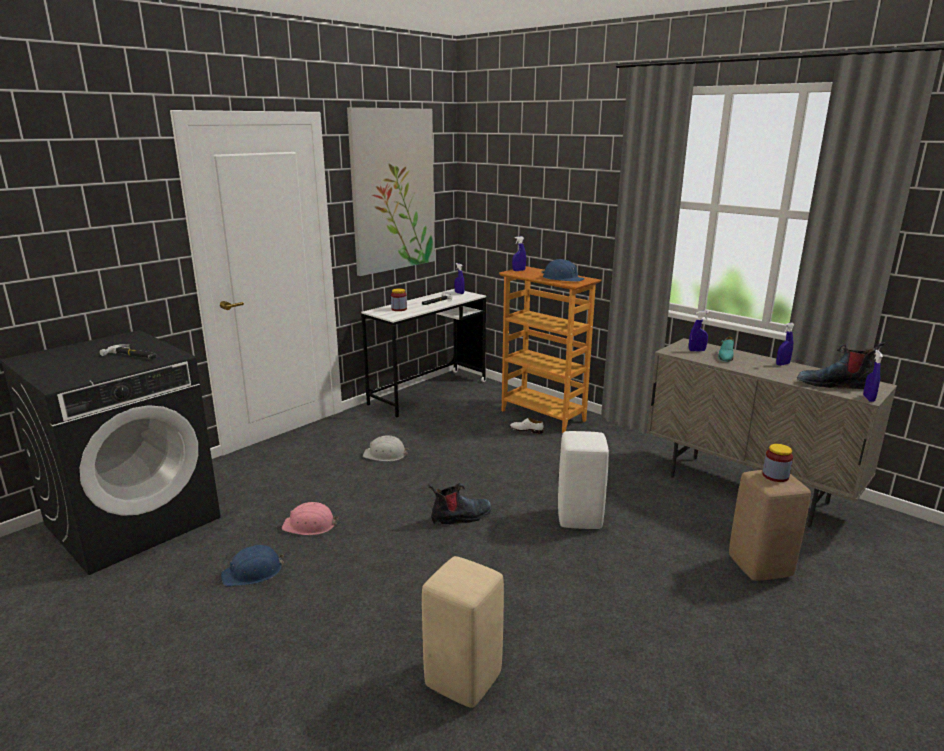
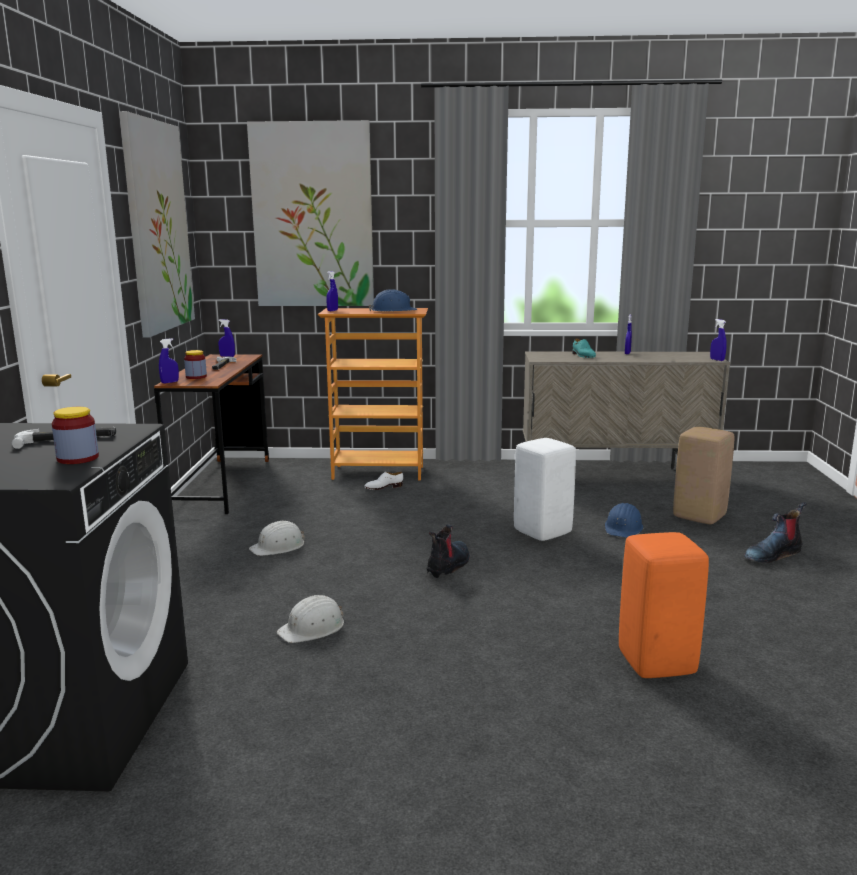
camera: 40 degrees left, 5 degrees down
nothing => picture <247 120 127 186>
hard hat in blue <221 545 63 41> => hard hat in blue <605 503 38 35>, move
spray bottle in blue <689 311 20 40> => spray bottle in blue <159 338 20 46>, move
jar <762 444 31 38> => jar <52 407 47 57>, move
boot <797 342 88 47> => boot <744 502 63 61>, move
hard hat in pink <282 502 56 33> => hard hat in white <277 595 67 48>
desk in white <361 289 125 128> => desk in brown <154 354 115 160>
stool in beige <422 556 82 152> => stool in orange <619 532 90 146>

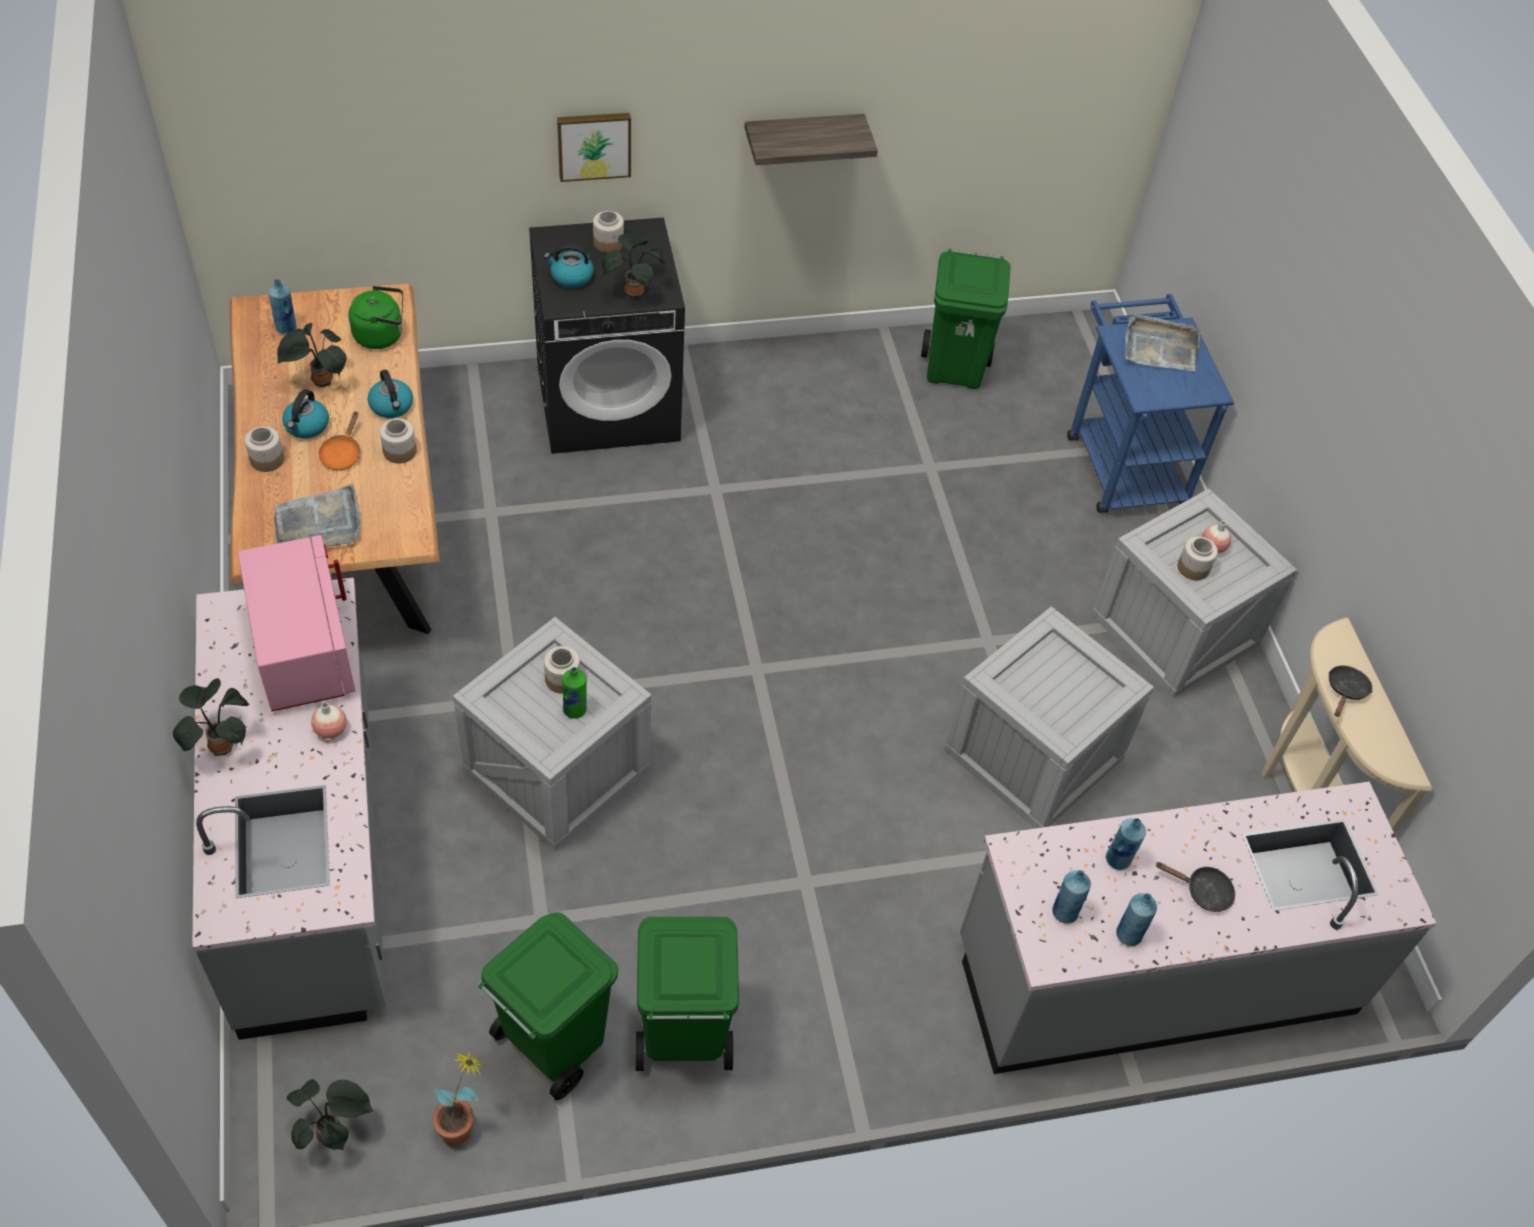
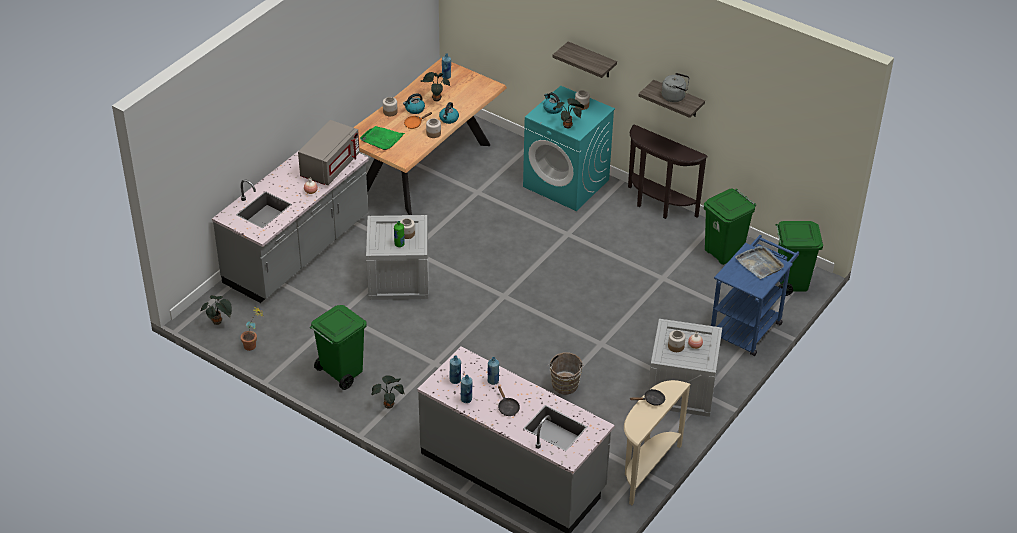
camera: 50 degrees right, 10 degrees down
kettle in green <349 286 54 63> => nothing
nothing => console table in brown <628 124 80 95>
nothing => kettle in grey <661 73 28 29>
potted plant <173 678 76 78> => potted plant <371 375 33 33>, move
trash can in green <478 912 140 188> => trash can in green <776 221 47 75>, move
picture <557 113 74 69> => shelf <553 41 64 37>
crate <944 606 210 222> => bucket in brown <547 352 37 42>
microwave in pink <238 535 118 177> => microwave in grey <298 120 62 65>
tray in grey <274 484 86 63> => tray in green <360 126 45 24>
washing machine in black <529 217 156 237> => washing machine in turquoise <523 86 92 125>

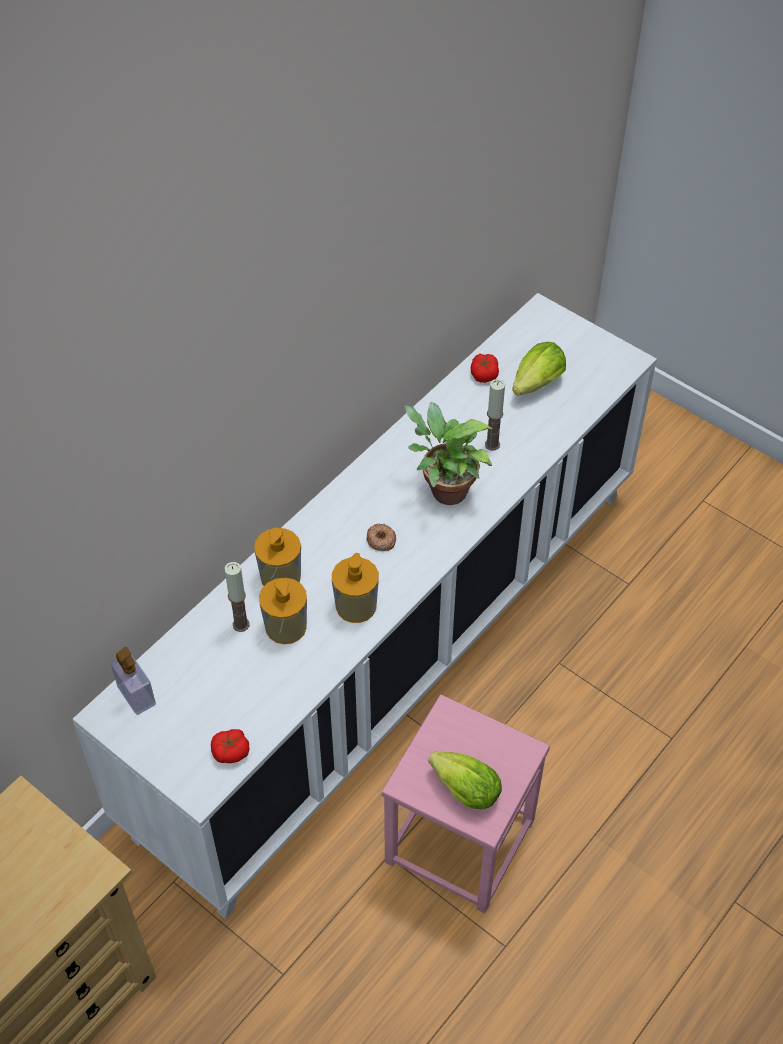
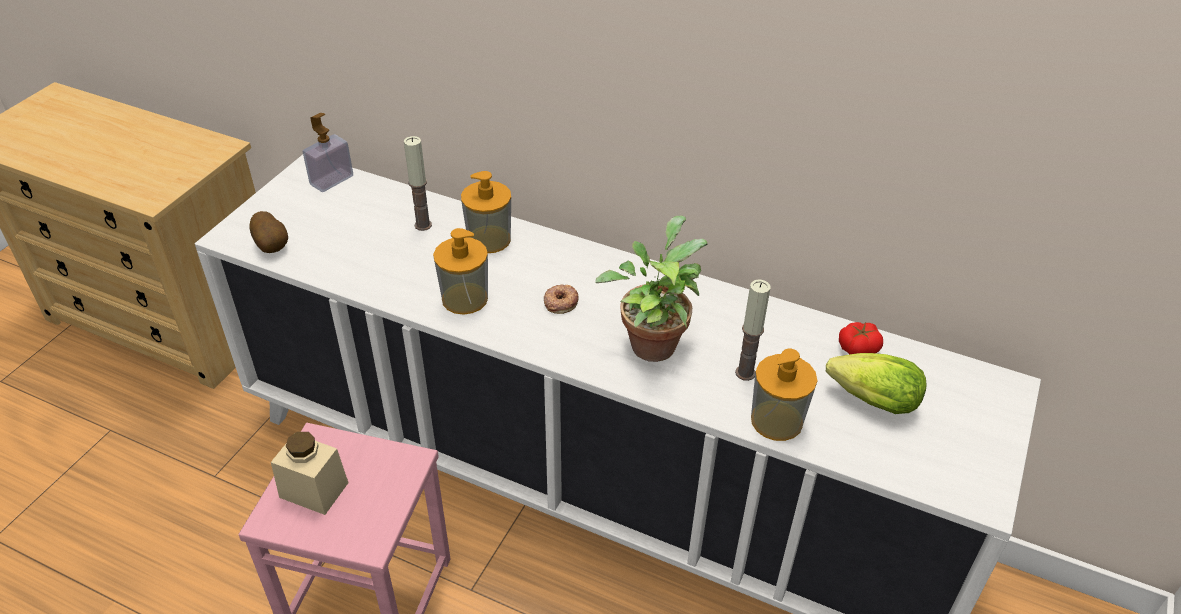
camera: 75 degrees right, 10 degrees down
soap dispenser <259 578 48 66> => soap dispenser <751 349 66 92>, move
tomato <211 729 38 34> => potato <249 211 39 42>
lettuce <428 752 74 57> => jar in beige <271 432 78 83>

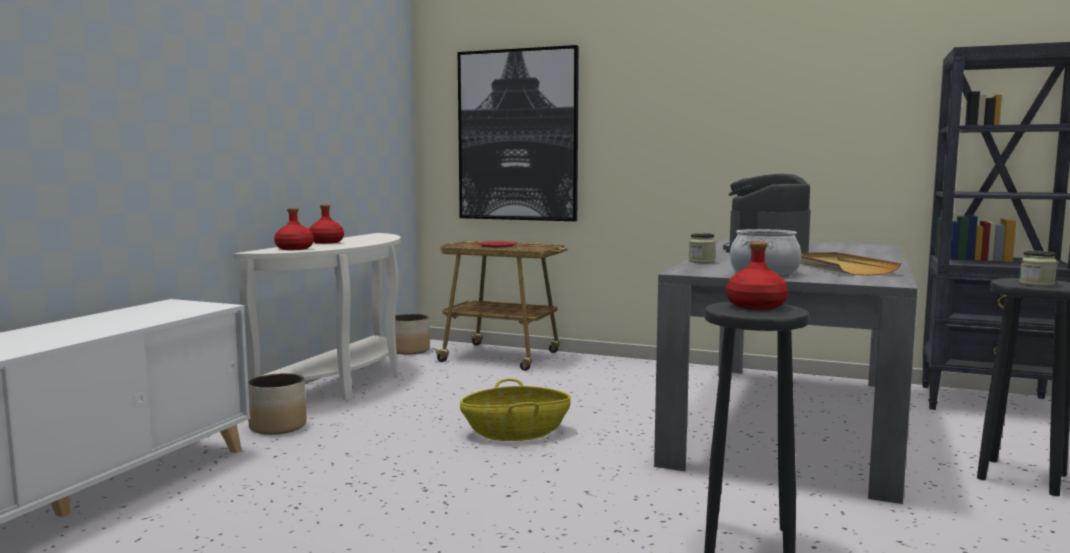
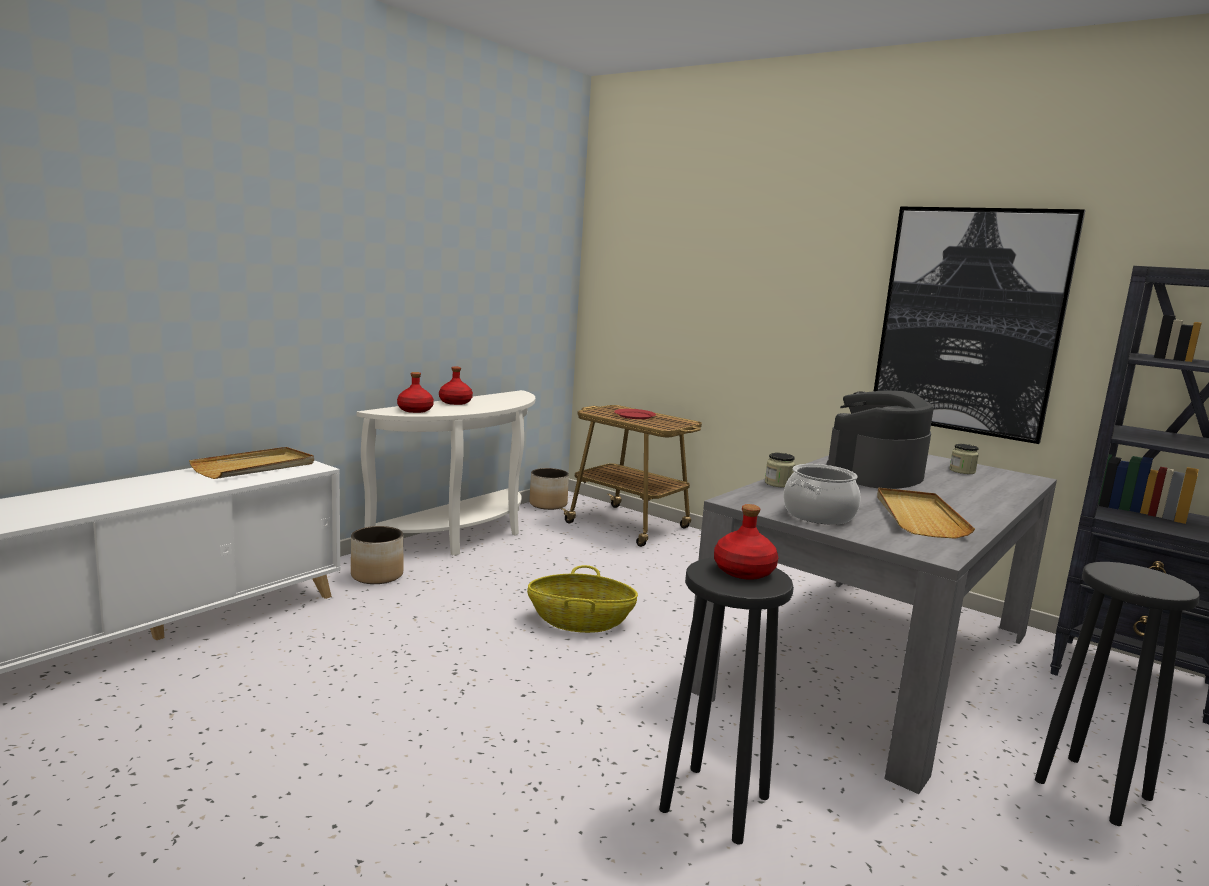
camera: 15 degrees right, 5 degrees up
nothing => tray in beige <189 447 125 32>
picture <458 45 121 176> => picture <874 207 212 237>, move
jar <1019 251 38 35> => jar <949 444 30 30>, move

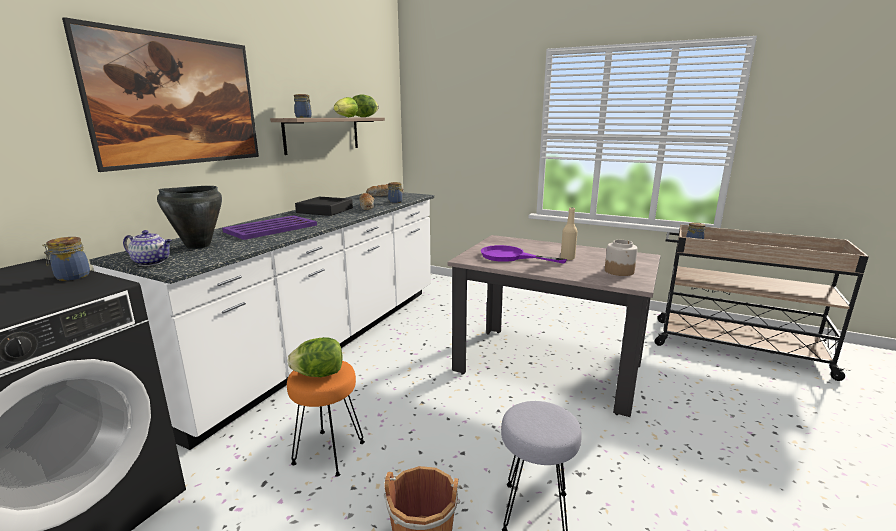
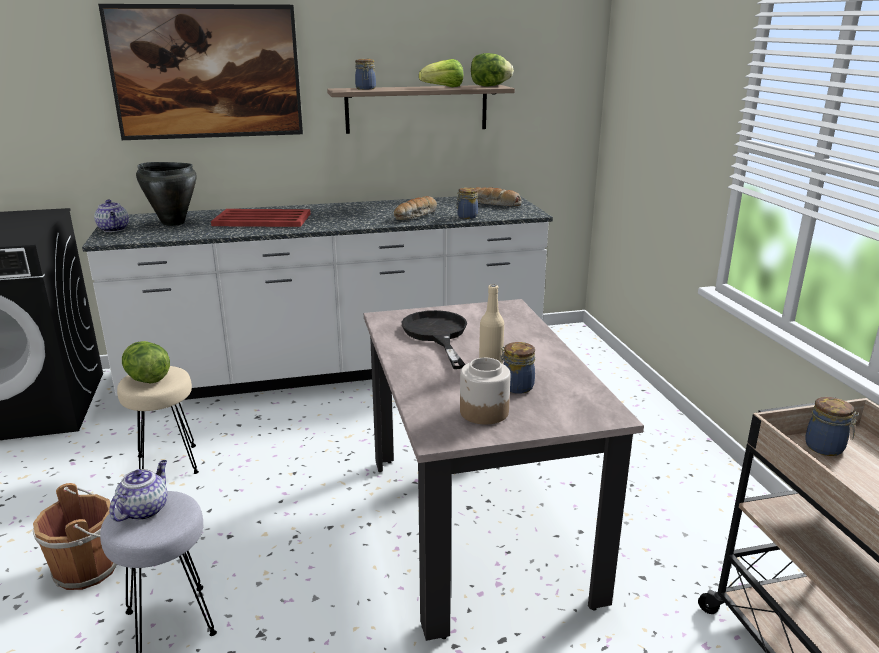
camera: 50 degrees right, 5 degrees up
tray in black <295 197 58 19> => nothing
nothing => teapot <109 460 58 62>
jar <42 237 48 44> => jar <500 342 35 52>, move
tray in purple <222 215 95 25> => tray in red <211 209 100 18>
stool in orange <287 361 78 116> => stool in beige <117 366 82 108>
frying pan in purple <481 245 86 19> => frying pan in black <402 310 65 59>

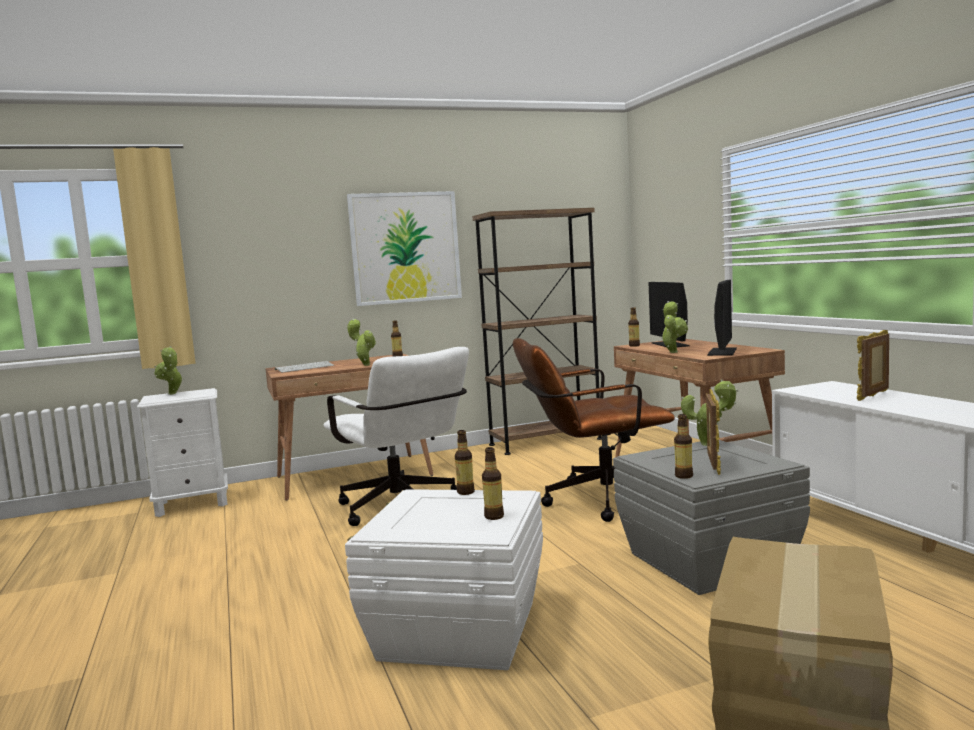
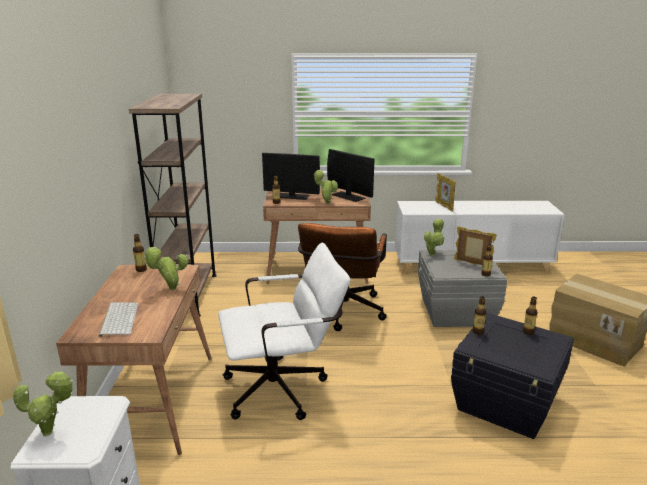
camera: 70 degrees left, 15 degrees up
picture <347 191 115 115> => nothing
storage box in white <345 489 198 181> => storage box in black <451 313 123 126>

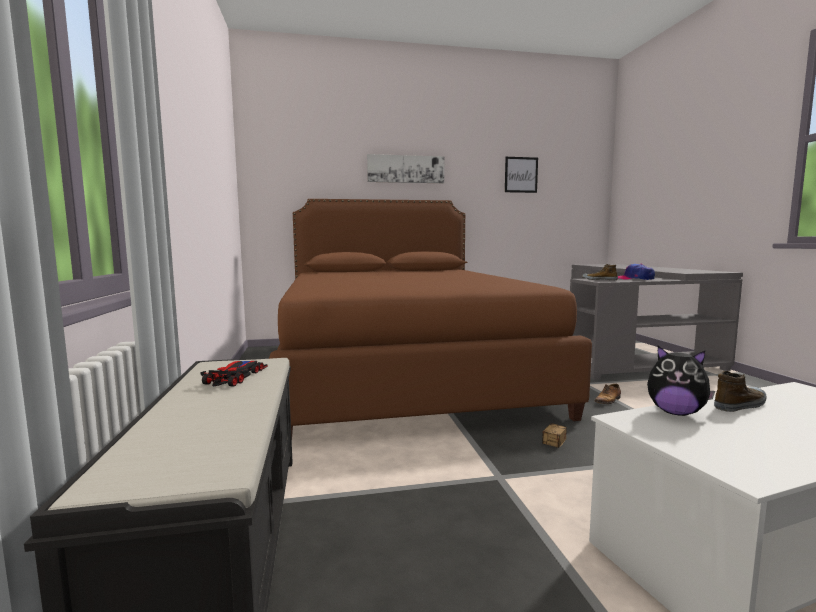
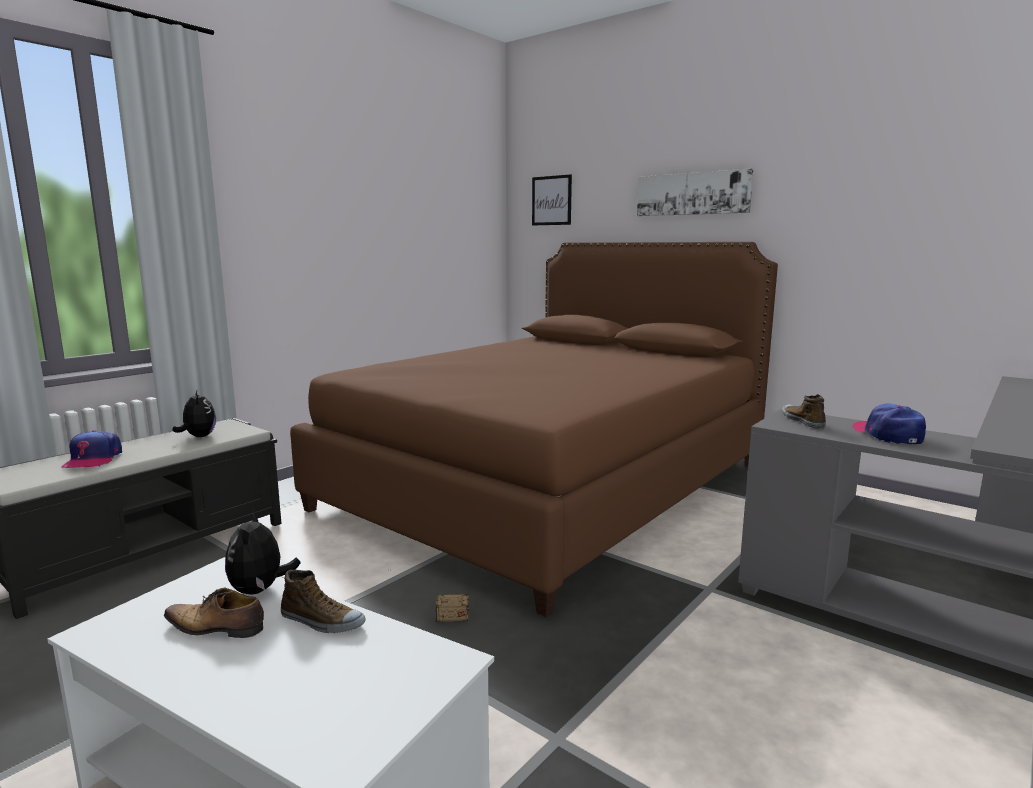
camera: 50 degrees right, 5 degrees up
nothing => cap <62 430 60 38>
picture <505 157 33 36> => picture <532 174 40 51>, move
shoe <594 384 27 20> => shoe <164 588 100 50>, move
toy car <200 361 68 26> => plush toy <173 390 43 47>

